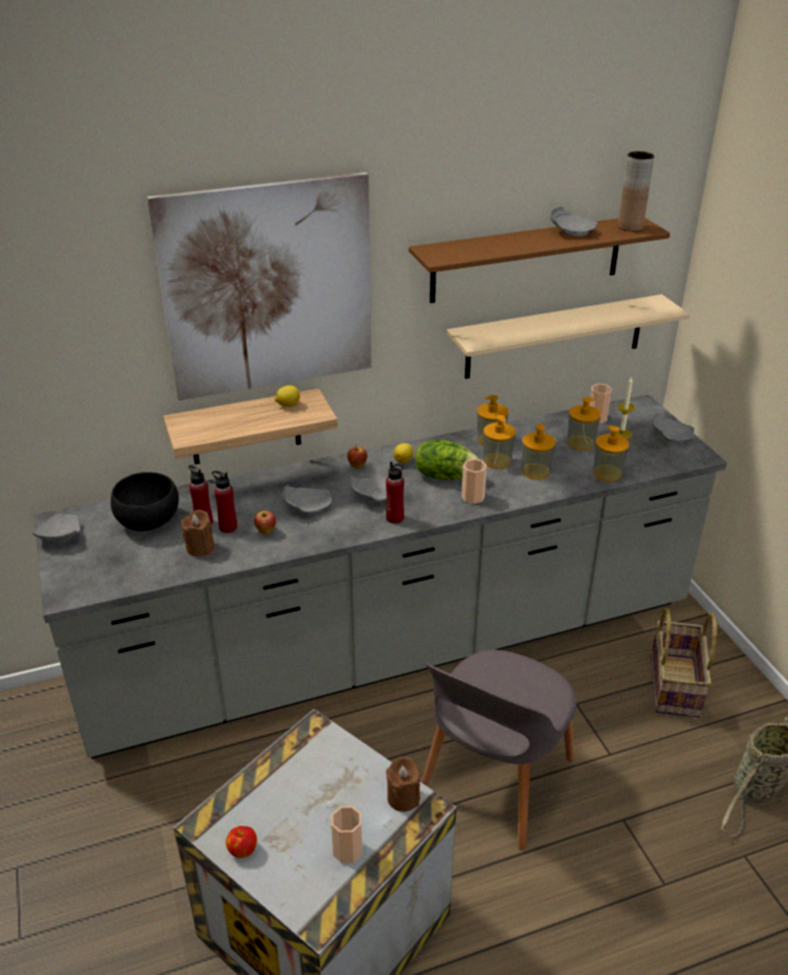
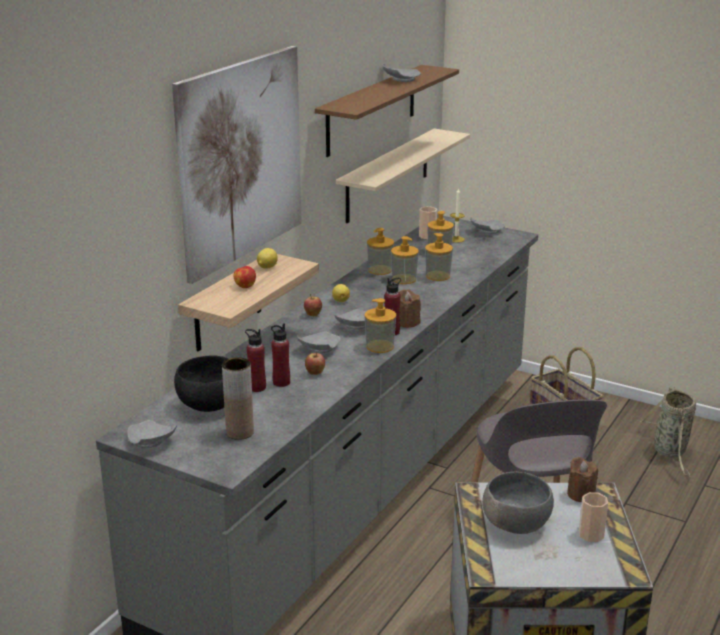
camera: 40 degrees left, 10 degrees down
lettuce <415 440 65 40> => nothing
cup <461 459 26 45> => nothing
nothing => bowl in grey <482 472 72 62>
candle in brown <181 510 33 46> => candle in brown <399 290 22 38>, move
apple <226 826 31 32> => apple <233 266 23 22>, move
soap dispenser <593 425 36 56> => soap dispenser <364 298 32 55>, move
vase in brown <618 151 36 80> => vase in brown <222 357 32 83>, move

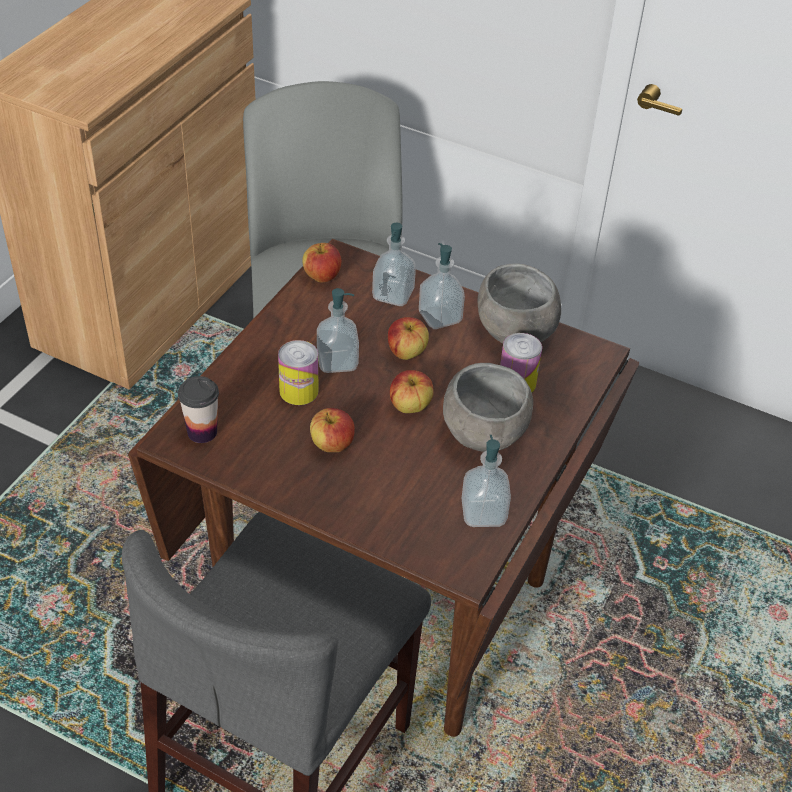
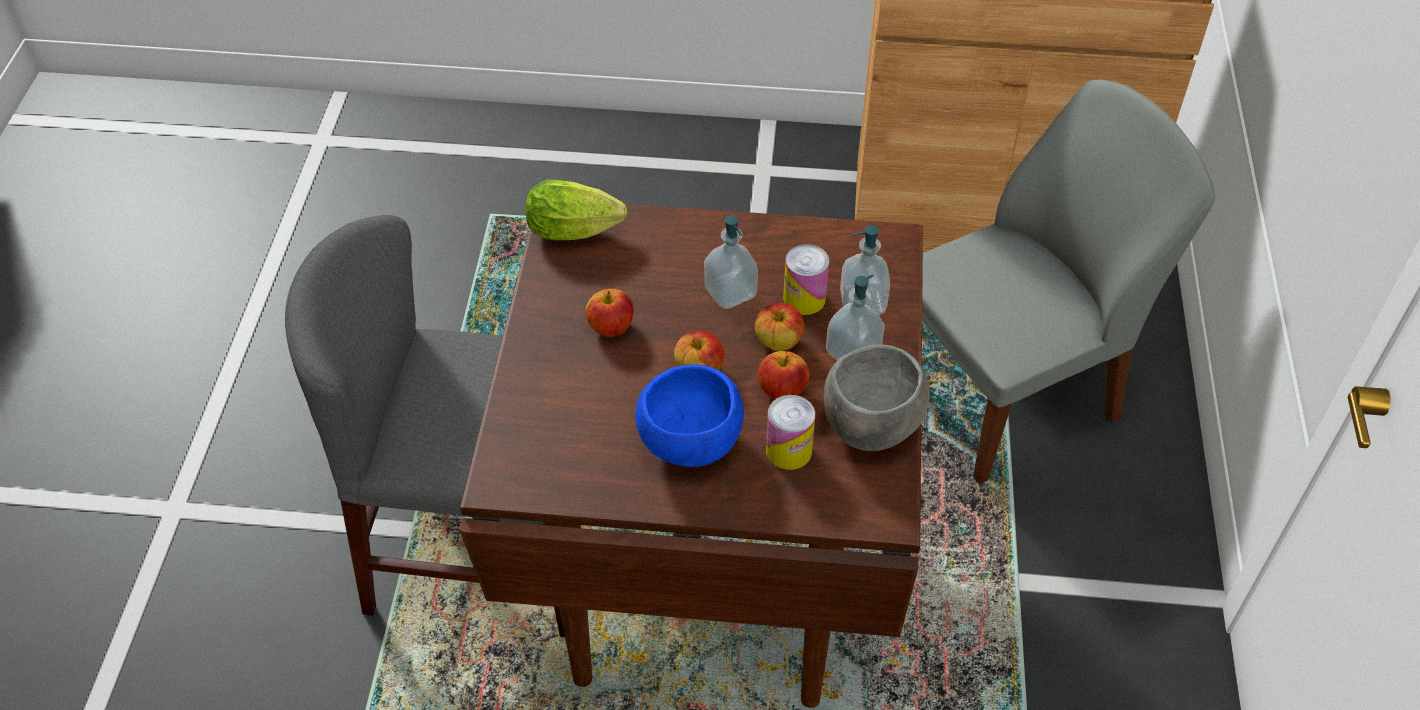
camera: 70 degrees right, 5 degrees up
soap dispenser <462 435 49 92> => nothing
can <278 340 40 65> => can <783 244 46 71>, move
apple <303 243 38 39> => apple <758 351 51 48>, move
cup <178 376 41 67> => lettuce <526 180 101 60>
bowl in grey <443 363 90 89> => bowl in blue <635 365 109 102>

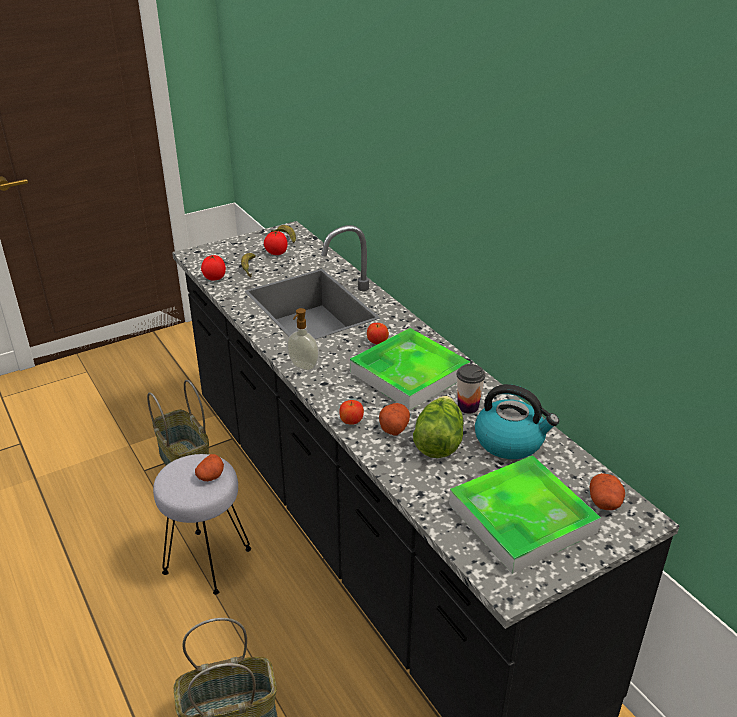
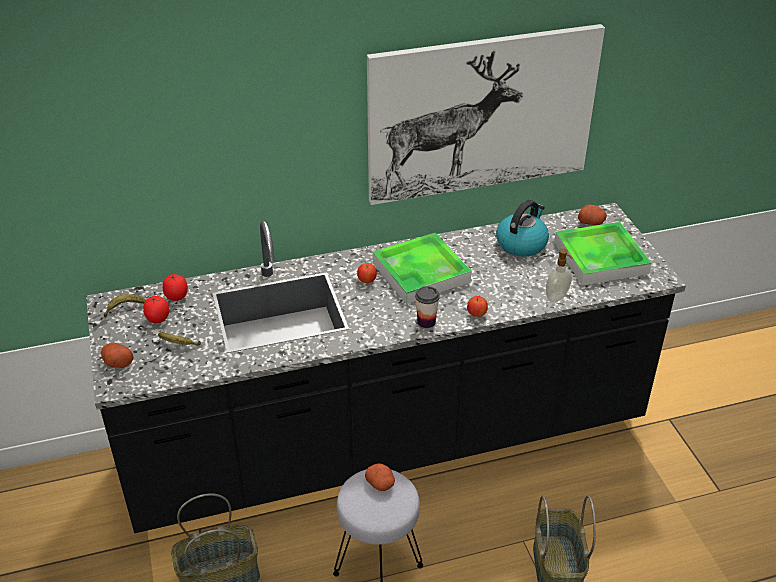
camera: 75 degrees left, 5 degrees up
lettuce <413 396 51 62> => nothing
nothing => picture <367 24 238 181>
tomato <201 255 25 26> => tomato <162 274 26 27>, move
soap dispenser <287 308 32 62> => soap dispenser <546 248 26 54>, move
potato <379 403 31 33> => potato <101 343 33 25>, move
cup <456 364 29 50> => cup <415 286 25 42>, move

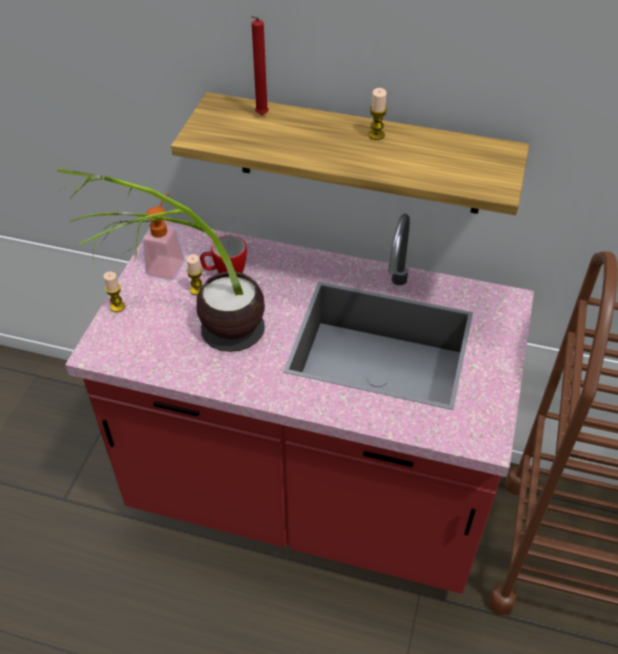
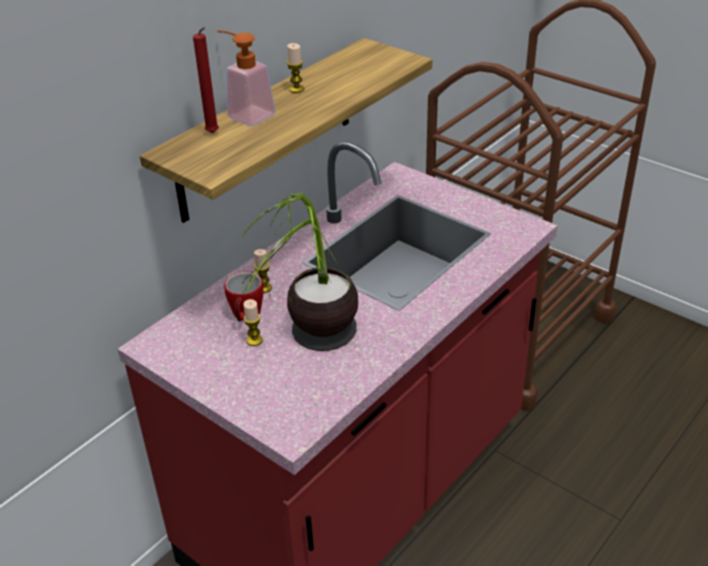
camera: 65 degrees left, 10 degrees down
candle <104 272 21 40> => candle <254 249 18 44>, move
soap dispenser <143 194 42 86> => soap dispenser <217 30 59 96>, move

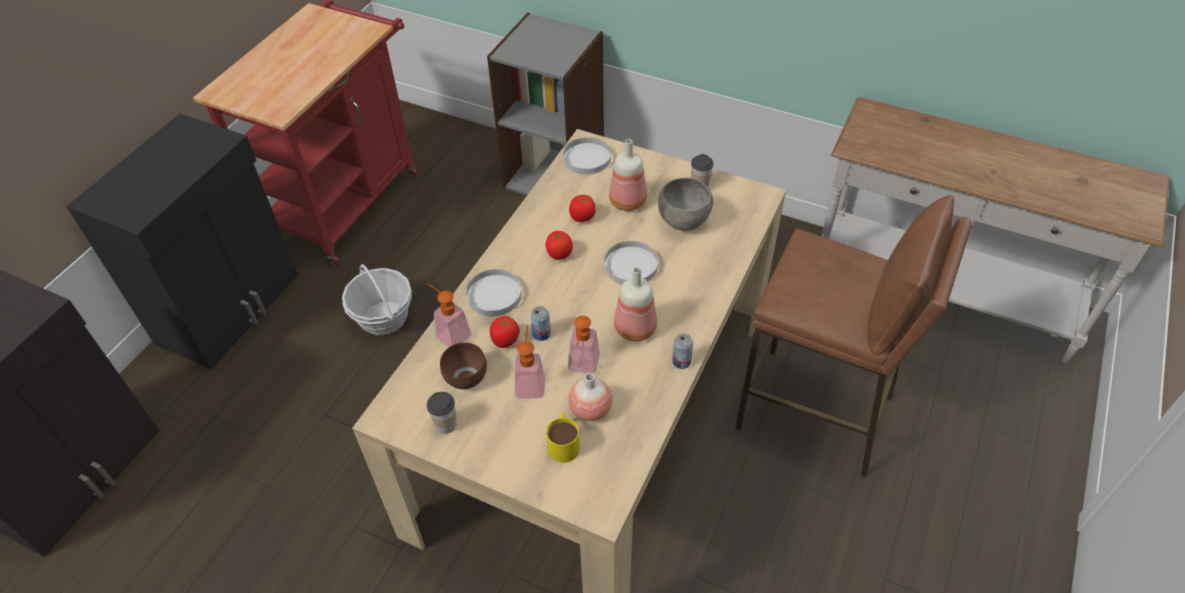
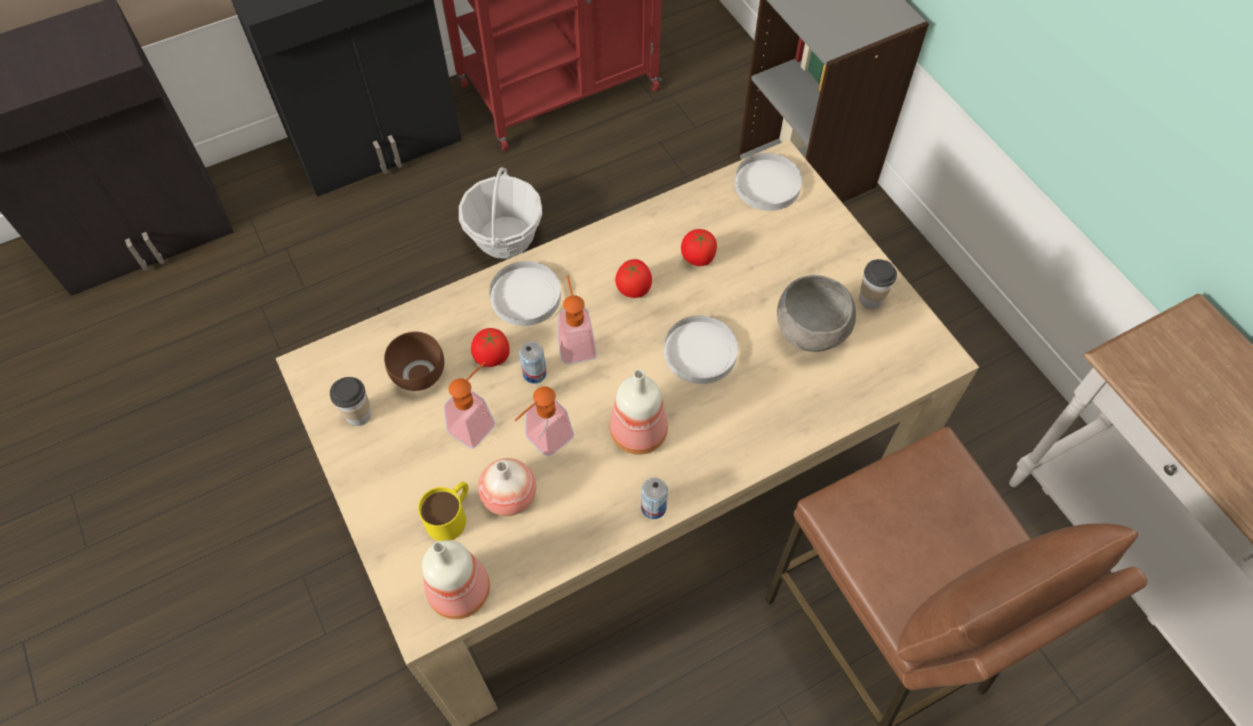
camera: 35 degrees right, 10 degrees up
soap dispenser <427 283 45 65> => soap dispenser <557 275 40 89>, move
bottle <609 139 38 72> => bottle <422 540 68 79>, move

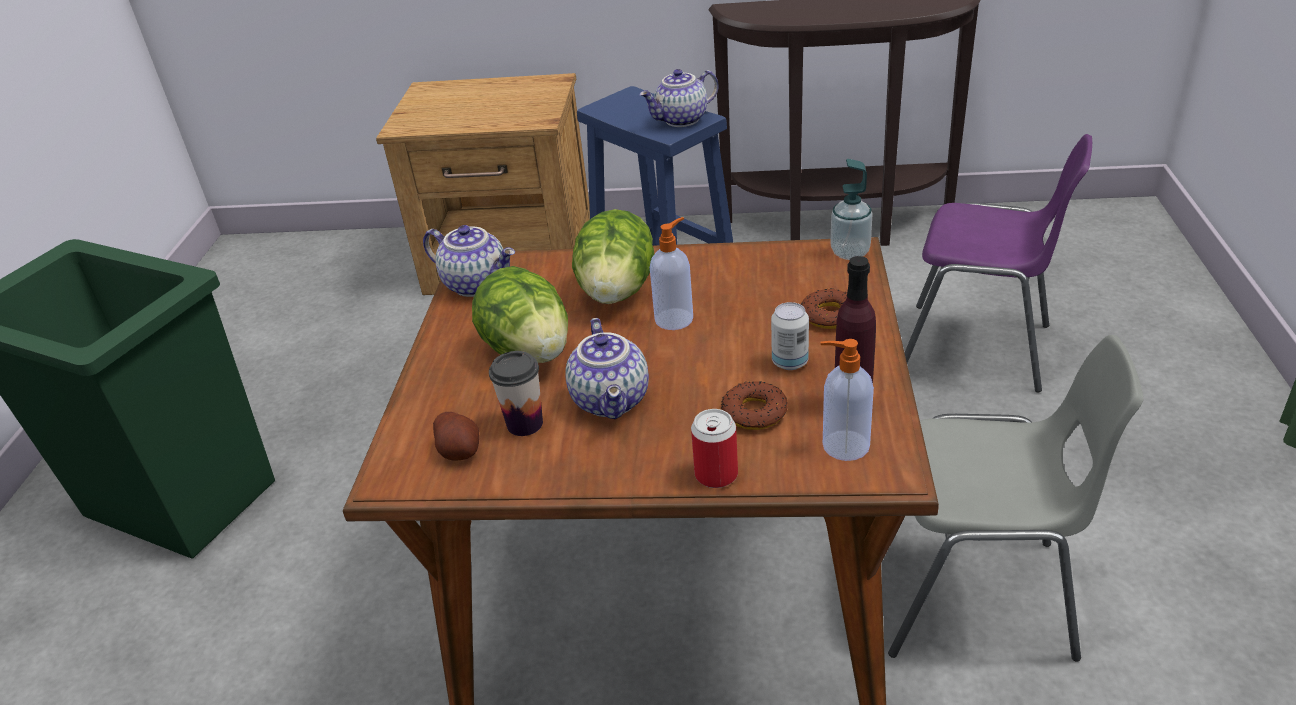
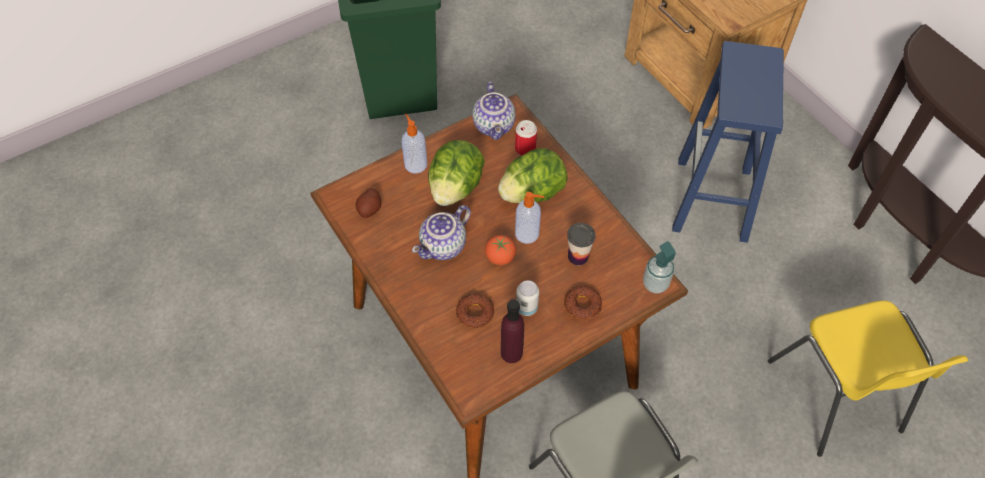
camera: 50 degrees right, 20 degrees up
teapot <639 69 80 58> => nothing
nothing => tomato <485 235 31 30>
cup <489 351 54 85> => cup <567 223 29 42>, move
can <691 409 47 79> => can <515 120 22 36>, move
soap dispenser <821 339 53 122> => soap dispenser <401 114 26 59>, move
chair in purple <905 134 187 259> => chair in yellow <768 301 201 156>

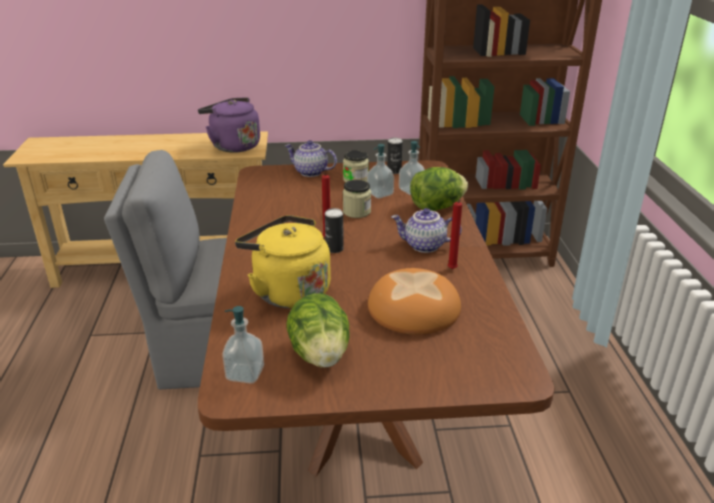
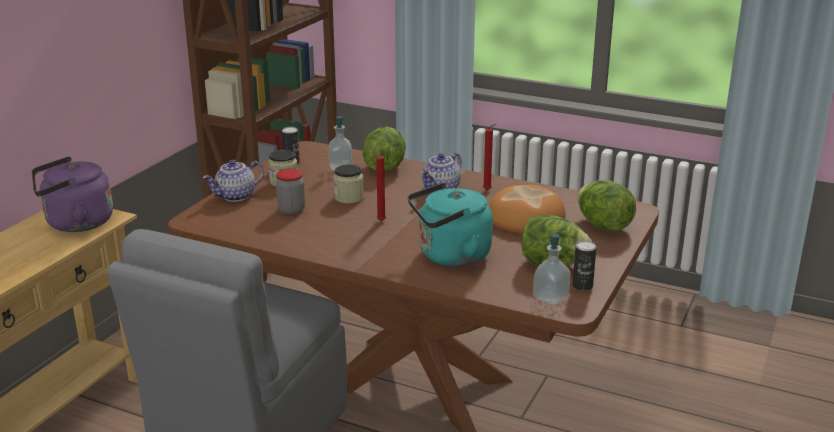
camera: 60 degrees left, 5 degrees down
soap dispenser <367 144 27 54> => nothing
nothing => jar <276 169 29 45>
nothing => lettuce <577 180 59 52>
can <325 208 19 45> => can <573 241 23 50>, move
kettle in yellow <235 215 96 93> => kettle in turquoise <407 183 86 84>

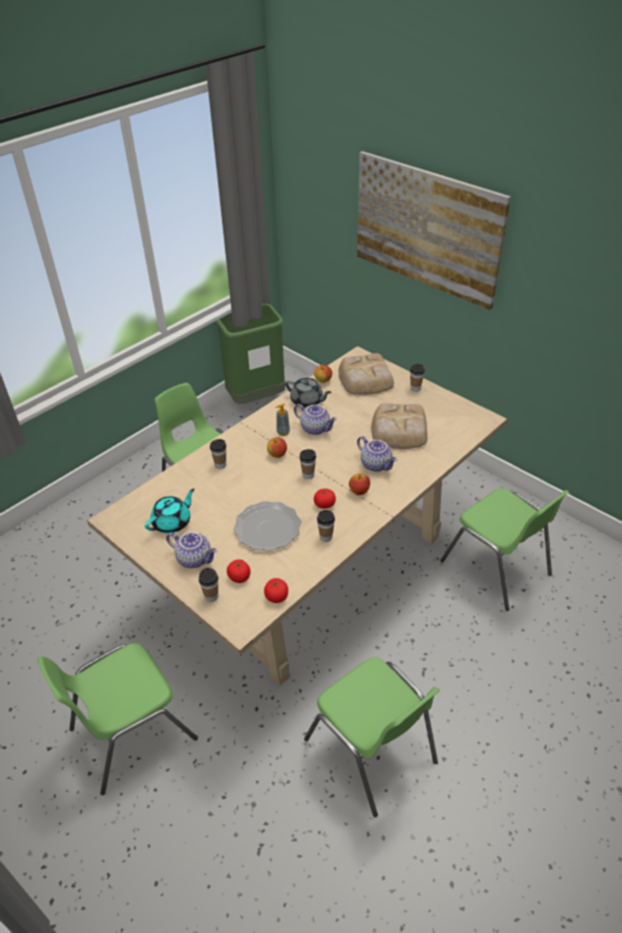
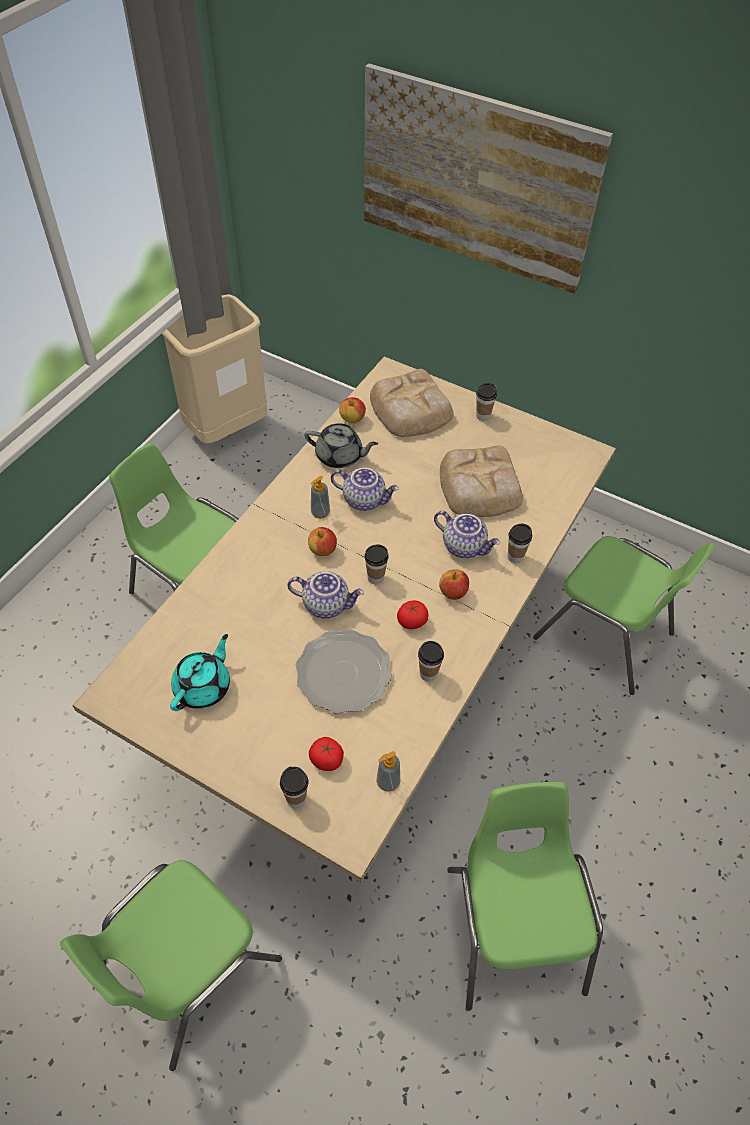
camera: 15 degrees left, 10 degrees up
teapot <166 532 52 36> => teapot <287 571 77 48>, move
cup <210 439 16 30> => cup <507 524 25 39>, move
tomato <264 578 24 25> => soap dispenser <376 751 24 41>
trash can in green <216 304 69 100> => trash can in beige <162 294 106 150>
chair in green <304 657 136 160> => chair in green <447 782 156 229>, 135 degrees counterclockwise

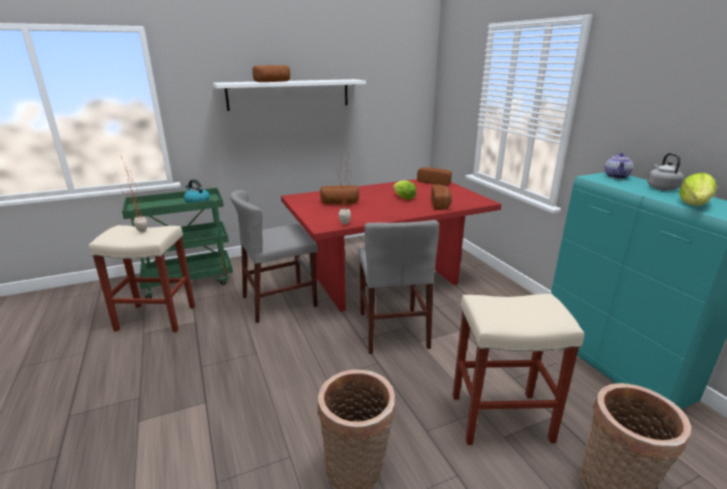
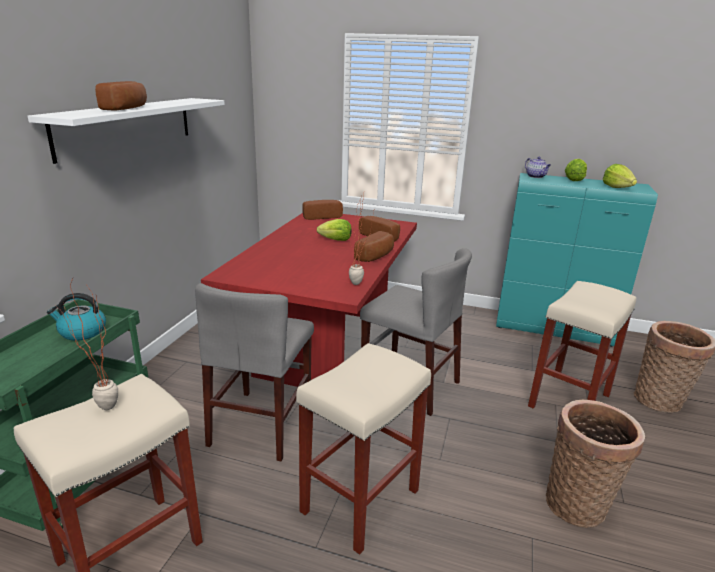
camera: 50 degrees left, 0 degrees up
nothing => stool in beige <296 343 135 212>
bread <320 185 39 19> => bread <354 231 40 31>, move
kettle in grey <647 153 36 37> => lettuce <565 159 22 22>

